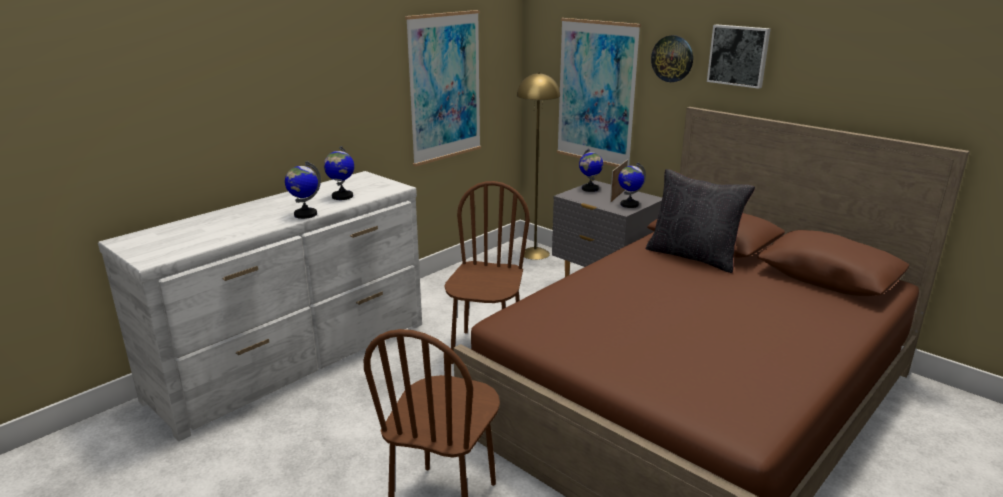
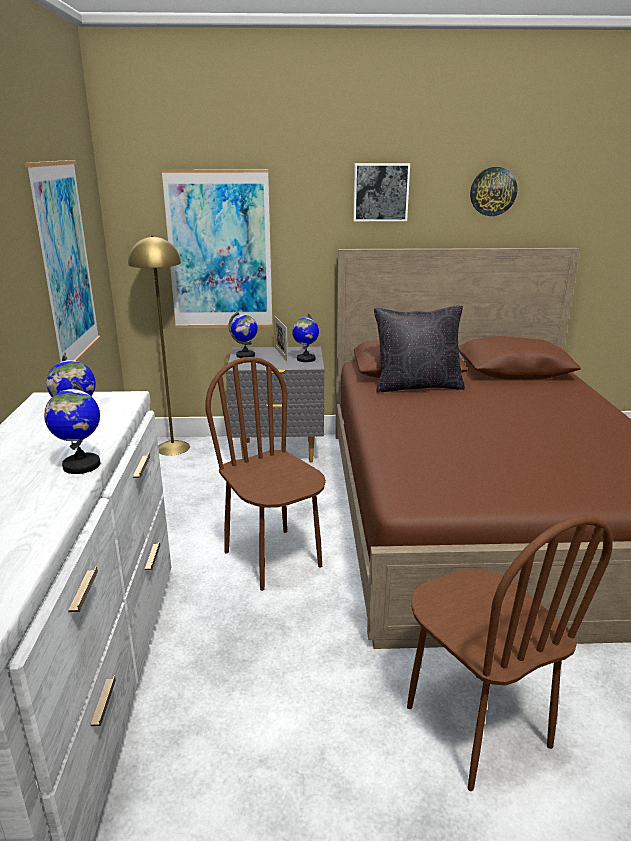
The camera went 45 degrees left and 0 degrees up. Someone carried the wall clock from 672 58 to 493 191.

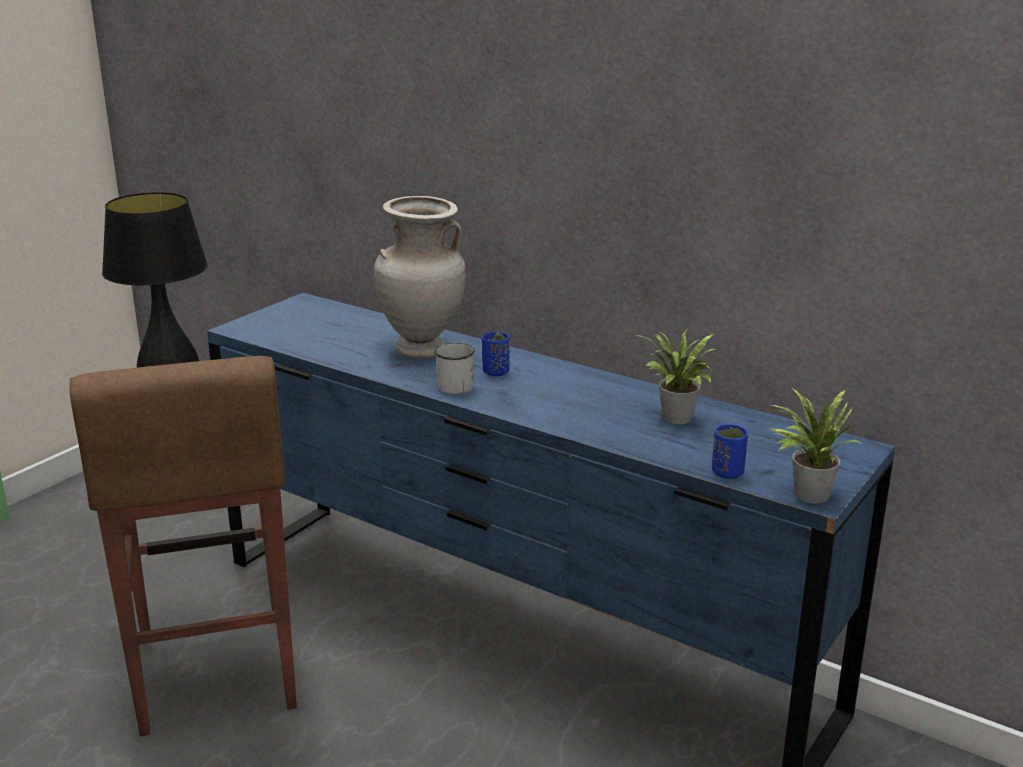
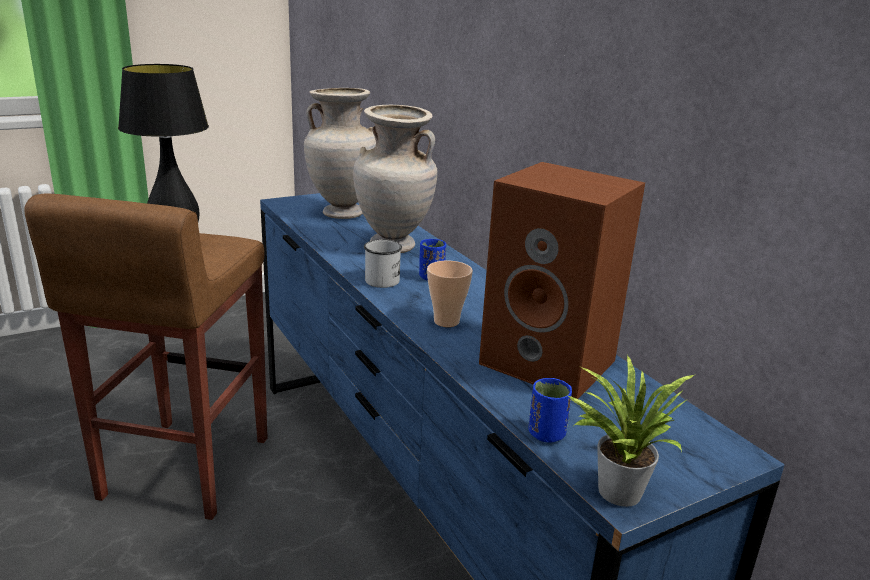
The camera went 25 degrees right and 0 degrees up. Someone swapped the plant in a pot at 677 419 for the brown speaker at 551 362. Someone put down the beige-coloured decorative vase at 342 214. Someone put down the drinking cup at 446 321.

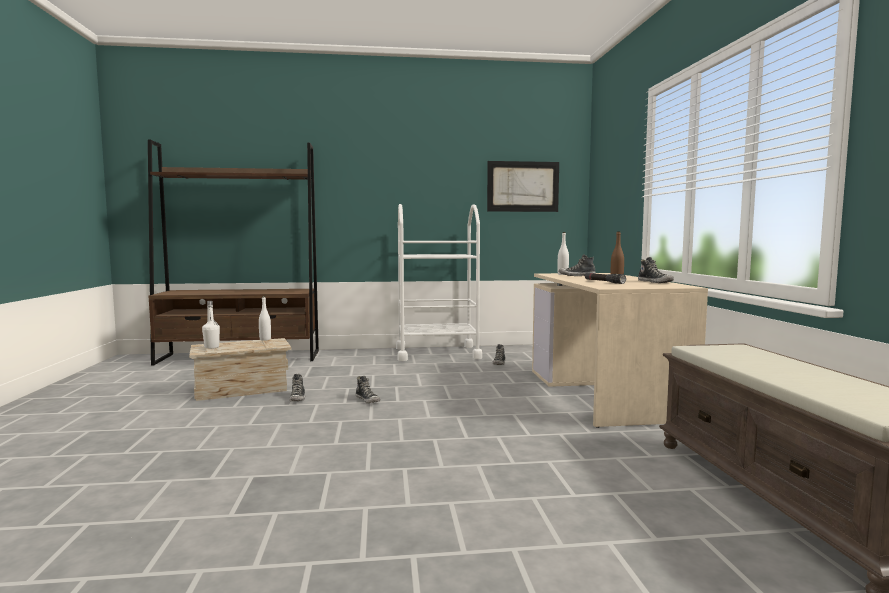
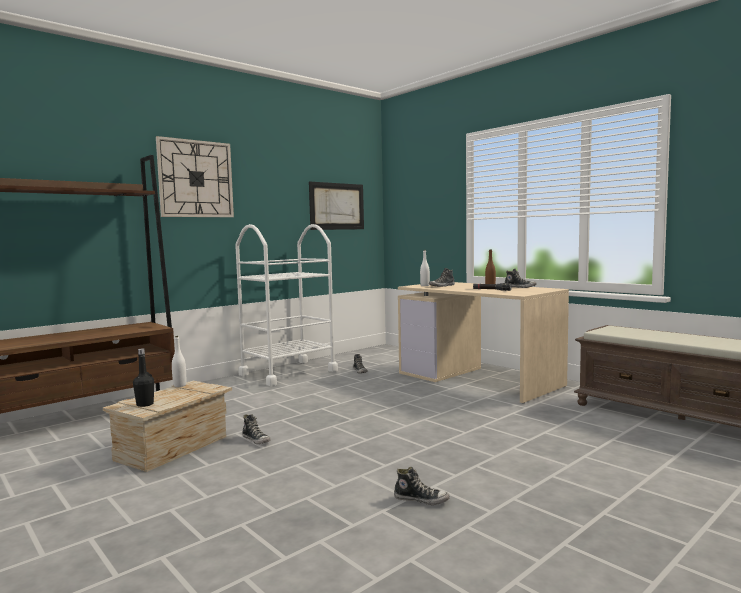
The camera went 35 degrees left and 0 degrees up. Someone repainted the white bottle at 211 347, which became the black bottle at 145 404. Someone carried the shoe from 368 400 to 421 500. Someone put up the wall clock at 196 179.

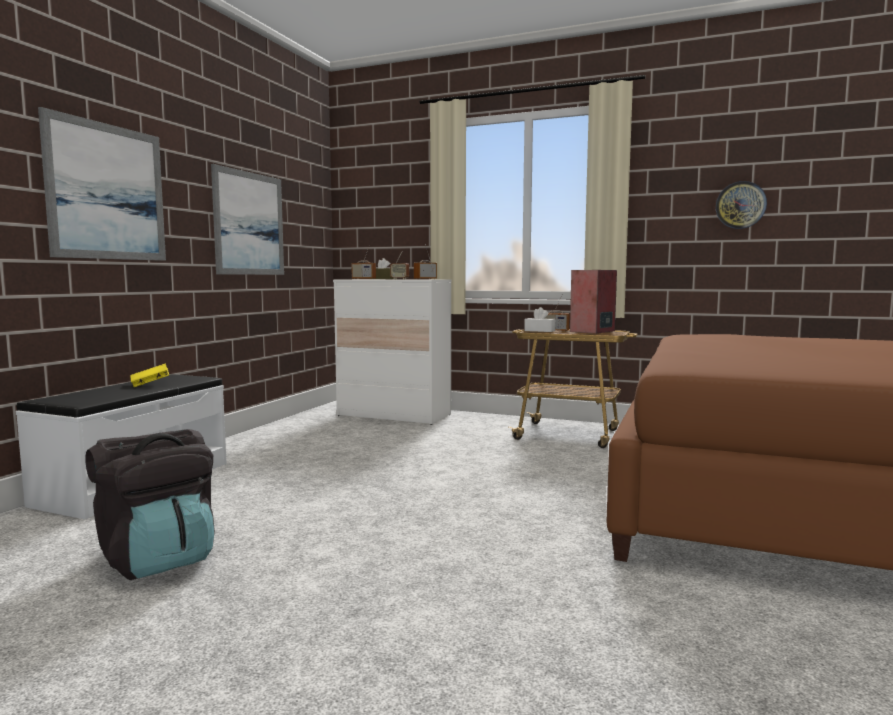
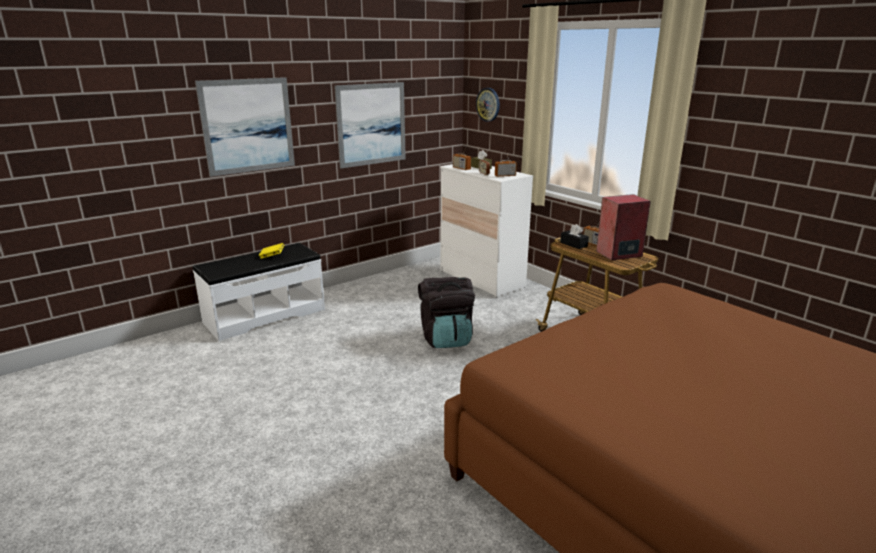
The camera went 30 degrees right and 15 degrees up. Someone carried the black knapsack from 158 559 to 446 339. Someone repainted the white tissue holder at 539 331, which became the black tissue holder at 573 244. Someone carried the wall clock from 740 205 to 488 104.

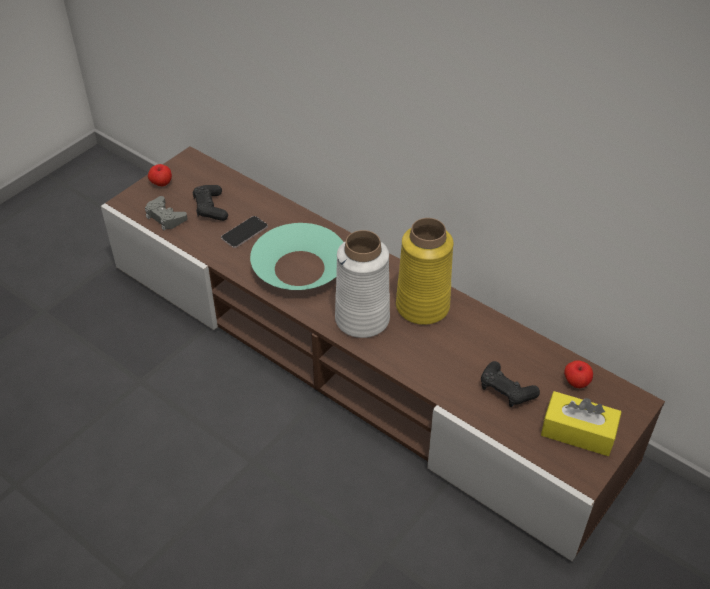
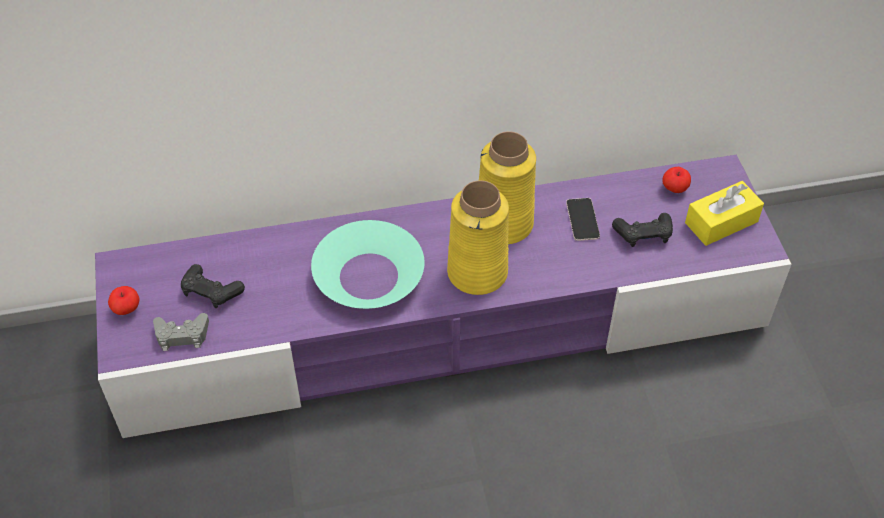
The camera went 50 degrees left and 5 degrees up. Someone repainted the brown tv unit at 356 359, which became the purple-coloured tv unit at 443 324. Someone carried the phone from 244 232 to 582 220. Someone repainted the white decorative vase at 362 319, which became the yellow decorative vase at 477 272.

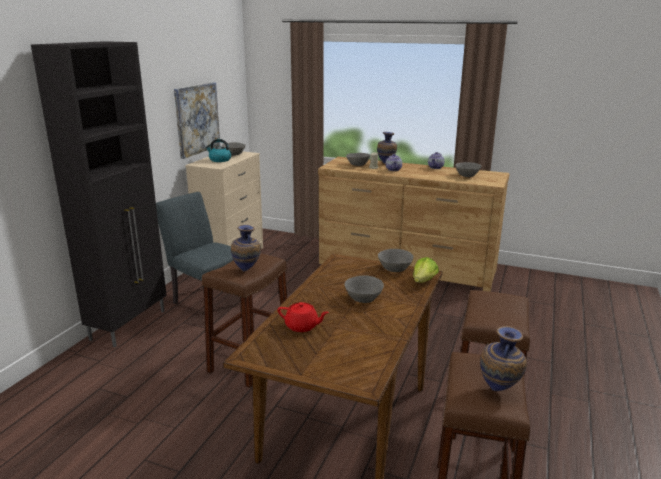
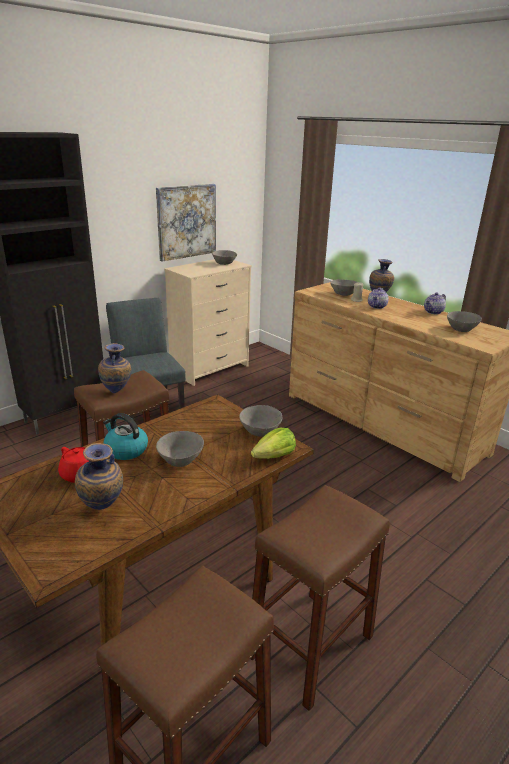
The camera went 25 degrees right and 5 degrees up. Someone carried the tea kettle from 219 160 to 125 450. Someone carried the decorative vase from 499 391 to 102 510.

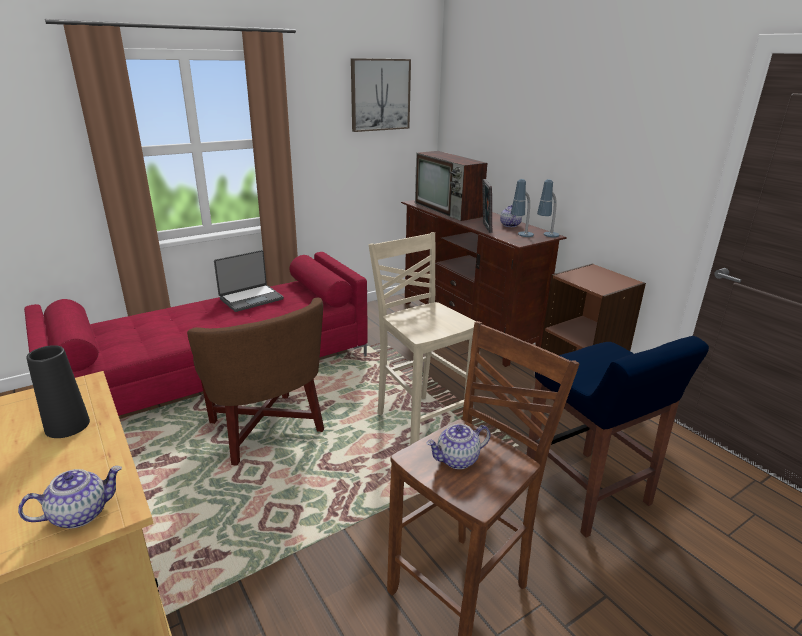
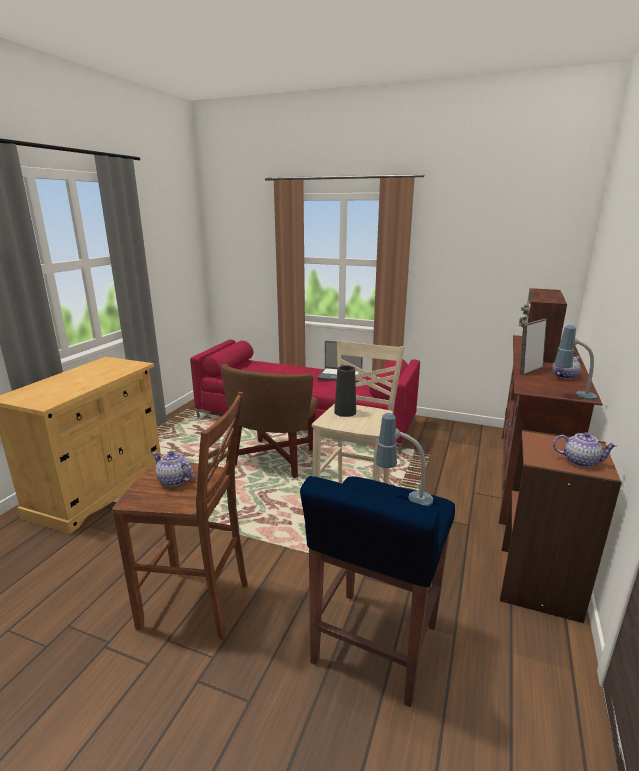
The camera went 55 degrees right and 5 degrees down. Someone carried the tea pot from 80 513 to 580 461. Someone carried the black decorative vase from 67 425 to 345 412. Someone took away the wall picture at 380 95. Someone carried the lamp for a table from 520 237 to 403 499.

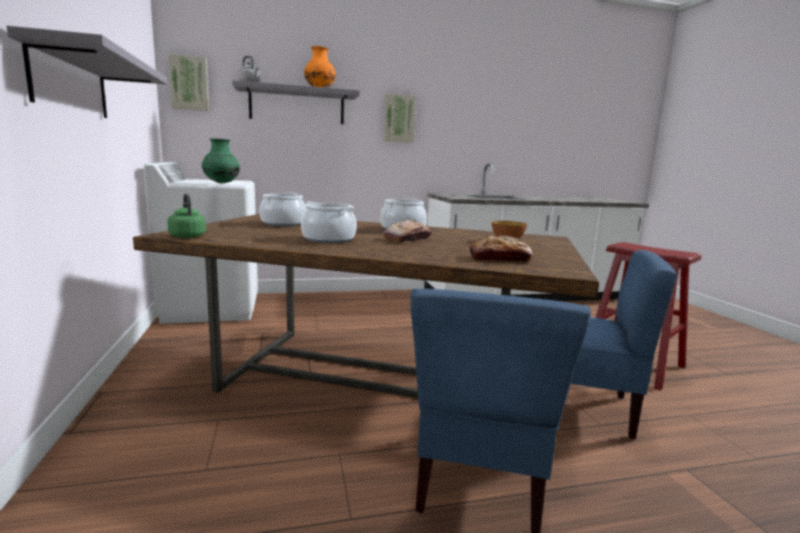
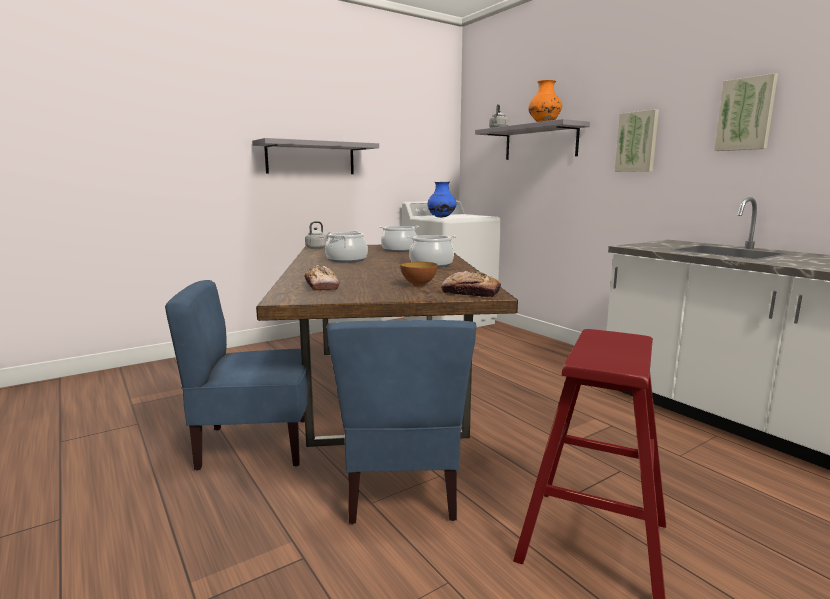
The camera went 70 degrees right and 0 degrees up. Someone repainted the greenish tea kettle at 187 236, which became the grey tea kettle at 317 248. Someone carried the wall picture from 189 83 to 746 114. Someone repainted the greenish decorative vase at 221 183, which became the bluish decorative vase at 441 217. Someone carried the bakery bread from 407 239 to 470 293.

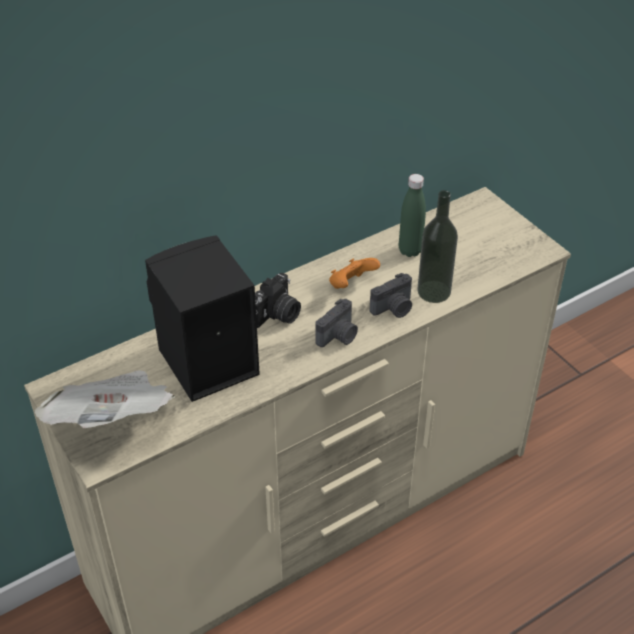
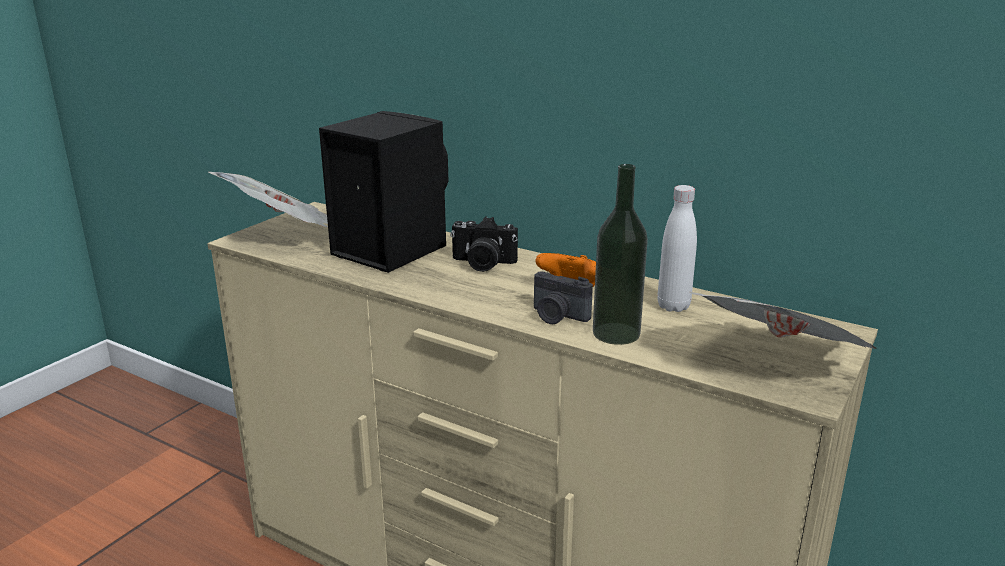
The camera went 65 degrees right and 20 degrees down. Someone took away the still camera at 339 336. Someone repainted the greenish bottle at 410 250, which became the white bottle at 673 306. Someone put down the daily paper at 779 364.

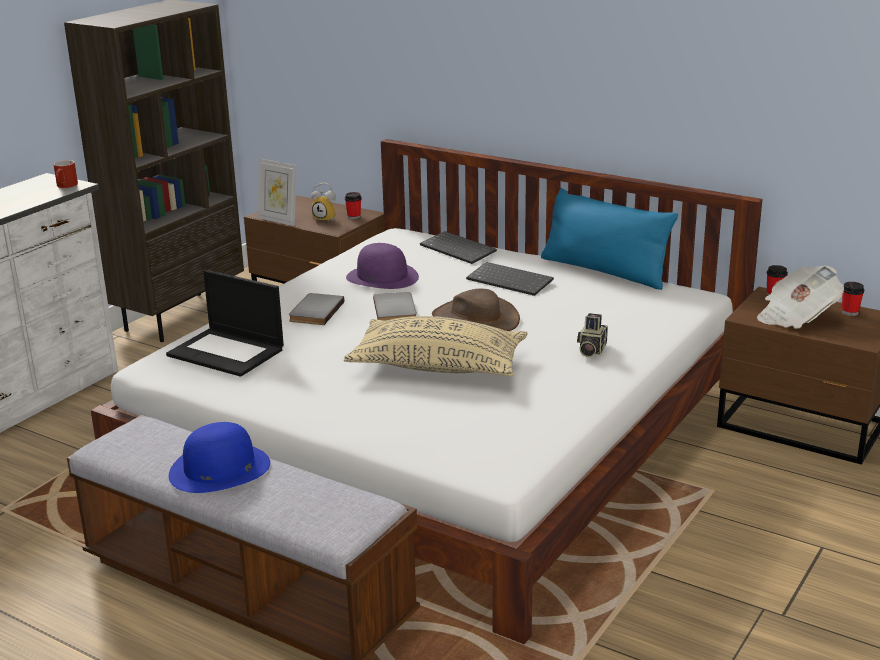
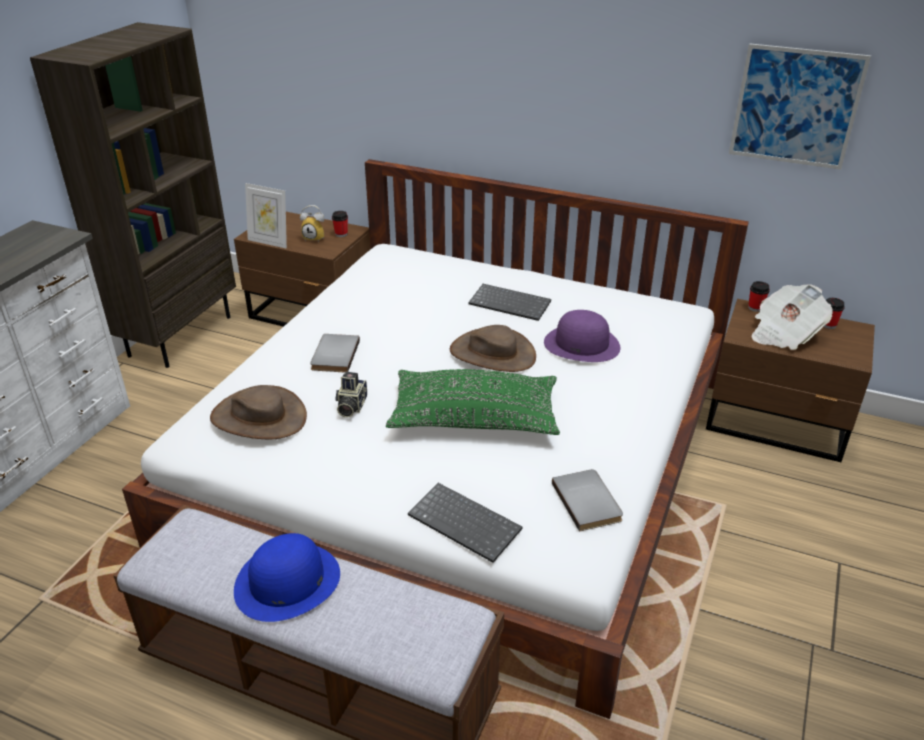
The camera went 10 degrees left and 10 degrees up. Someone took away the reddish tea mug at 66 186. Someone swapped the portable computer at 227 352 for the brown hat at 259 417. Someone repainted the beige-coloured throw pillow at 438 366, which became the greenish throw pillow at 474 418. Someone carried the purple-coloured hat from 382 277 to 582 344. Someone carried the grey volume from 397 310 to 589 501. Someone carried the PC keyboard from 459 249 to 466 523. Someone took away the bluish throw pillow at 604 271. Someone carried the still camera from 590 350 to 350 406. Someone put up the wall picture at 796 107.

